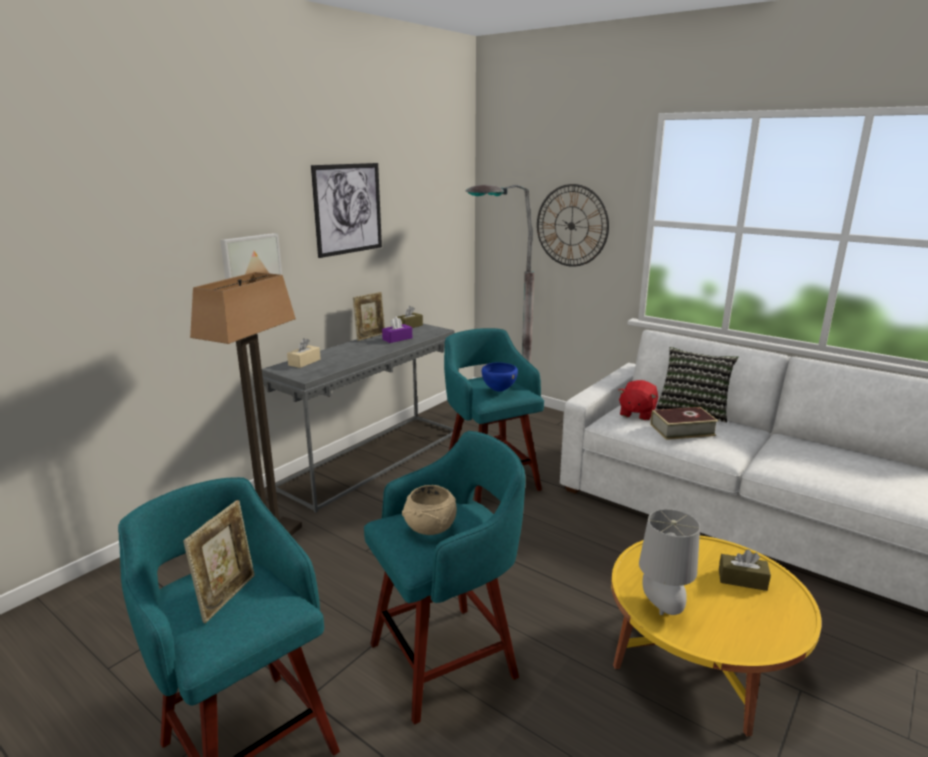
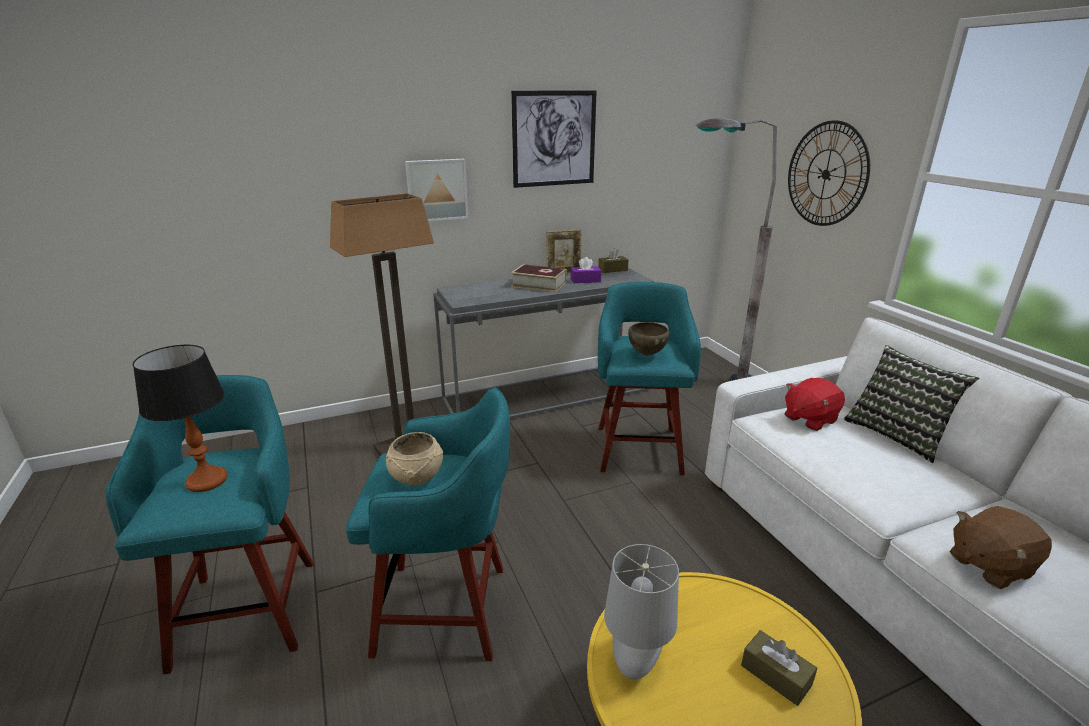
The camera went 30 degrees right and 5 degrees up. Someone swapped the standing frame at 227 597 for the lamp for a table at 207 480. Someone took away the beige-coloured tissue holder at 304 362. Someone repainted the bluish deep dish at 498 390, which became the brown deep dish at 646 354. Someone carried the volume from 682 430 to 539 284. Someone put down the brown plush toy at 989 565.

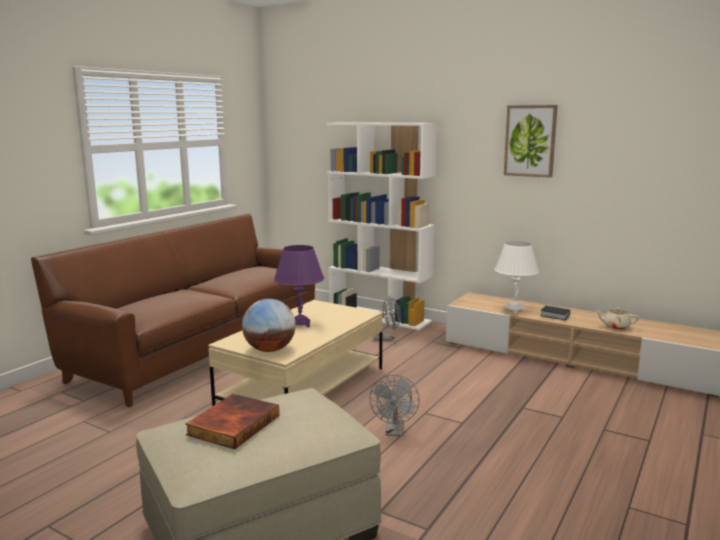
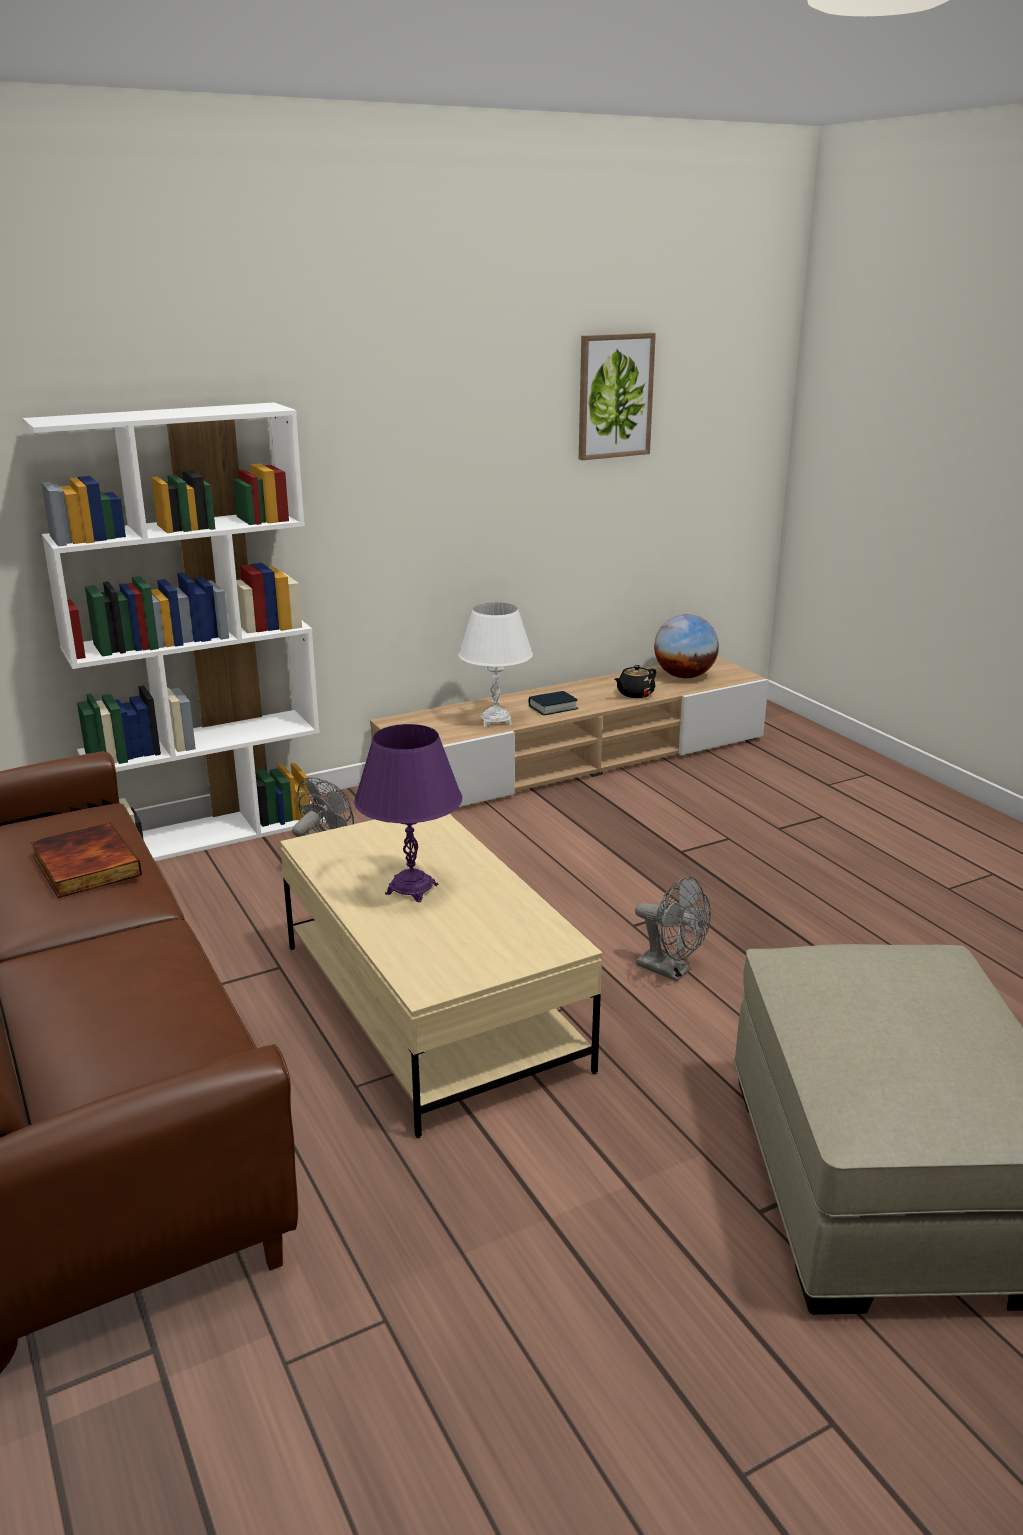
The camera went 60 degrees left and 10 degrees up. Someone carried the volume from 233 424 to 83 865. Someone carried the desk globe from 270 350 to 684 676. Someone carried the wall picture from 530 141 to 614 396. Someone repainted the beige-coloured tea pot at 615 327, which became the black tea pot at 634 694.

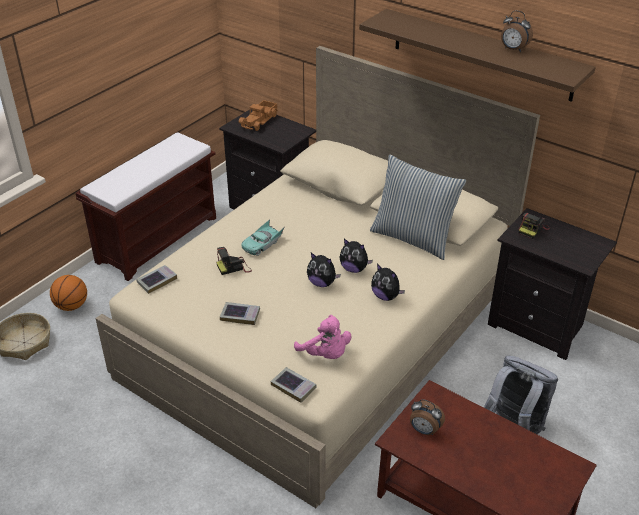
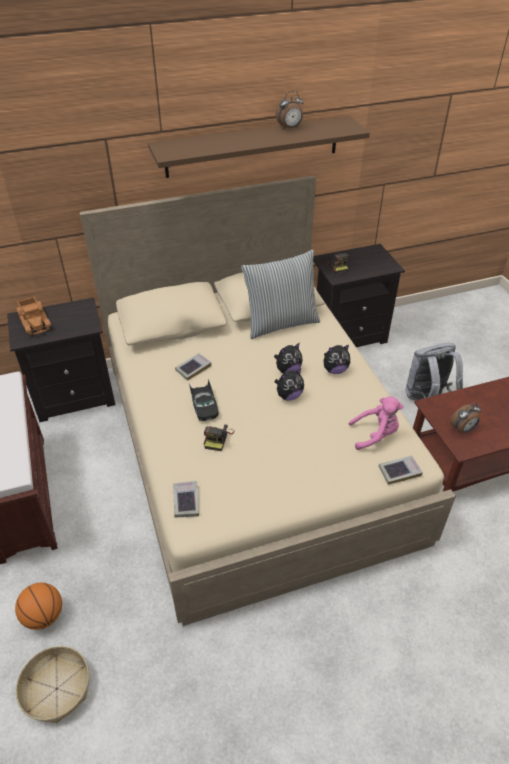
The camera went 55 degrees left and 5 degrees up. Someone carried the volume from 240 315 to 193 368. Someone repainted the turquoise toy car at 262 244, which became the black toy car at 204 406.

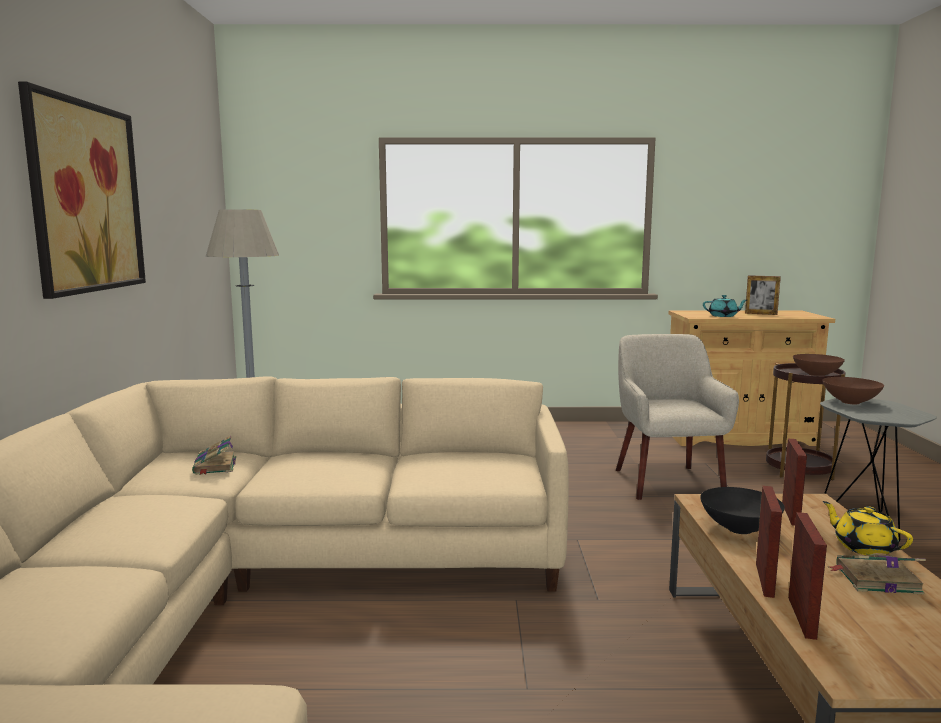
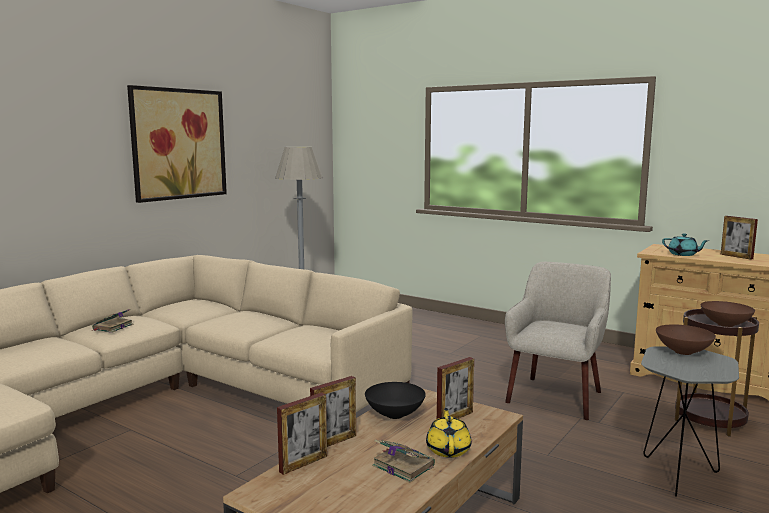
The camera went 35 degrees right and 0 degrees up. Someone carried the volume from 215 466 to 112 327.

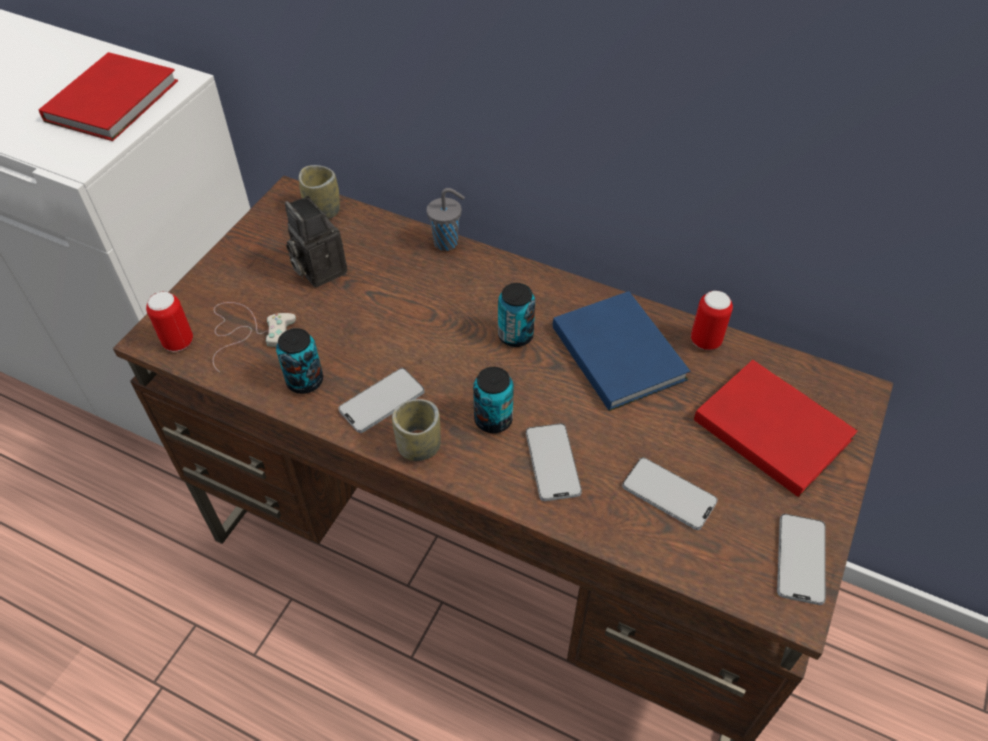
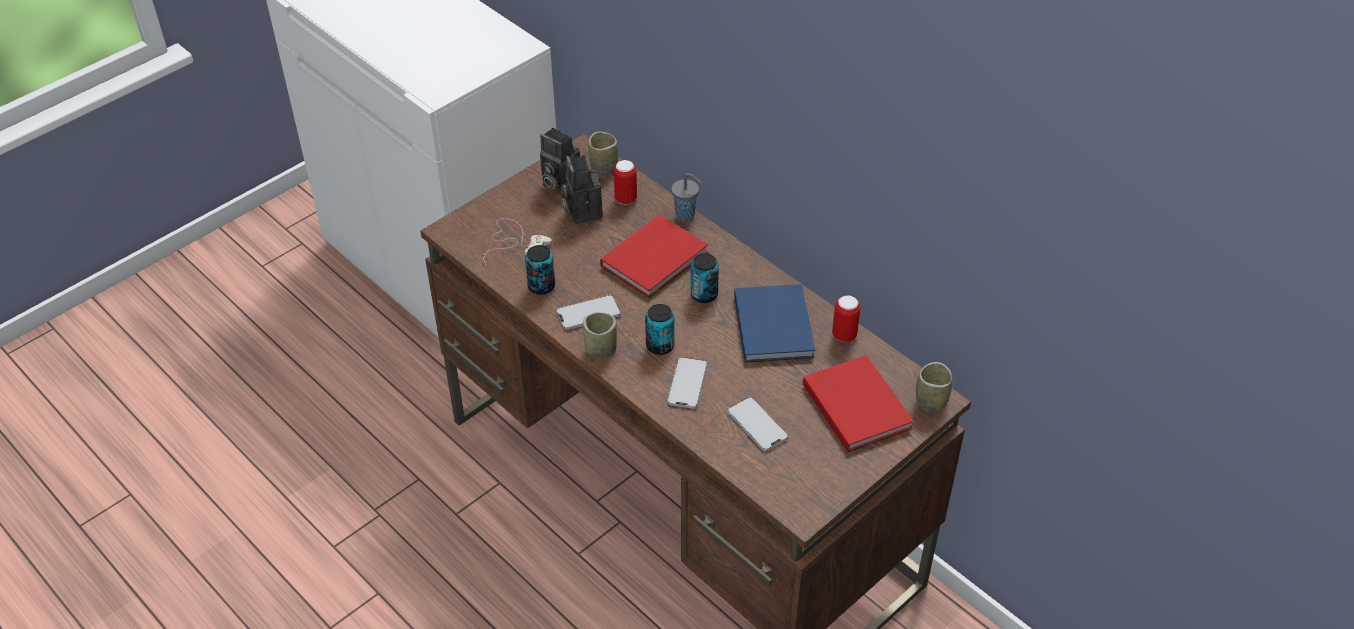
The camera went 20 degrees right and 5 degrees down. Someone carried the reddish volume from 116 99 to 657 259. Someone carried the can from 178 342 to 625 199. Someone took away the phone at 800 559. Someone put down the still camera at 559 183. Someone put down the drinking cup at 931 401.

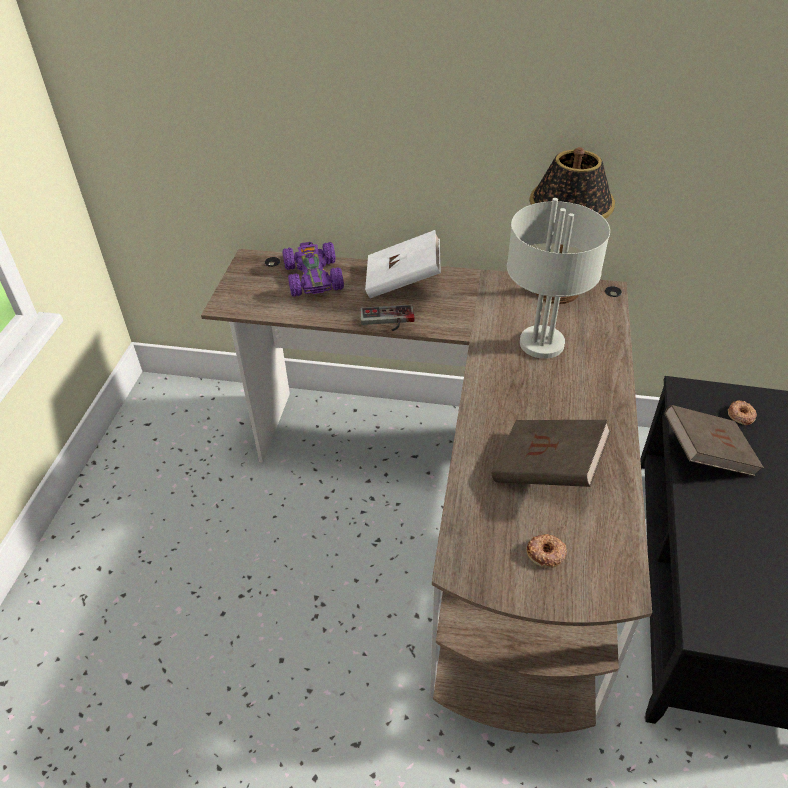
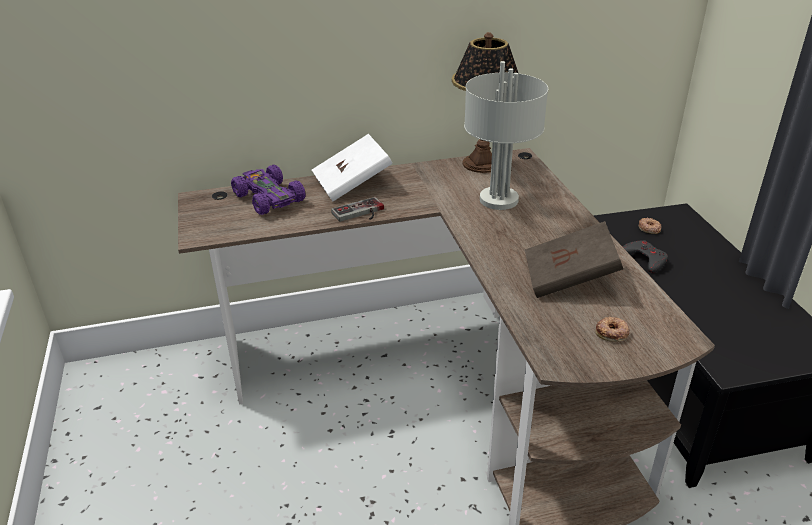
The camera went 25 degrees left and 10 degrees down. Someone swapped the brown volume at 706 454 for the grey joypad at 644 259.

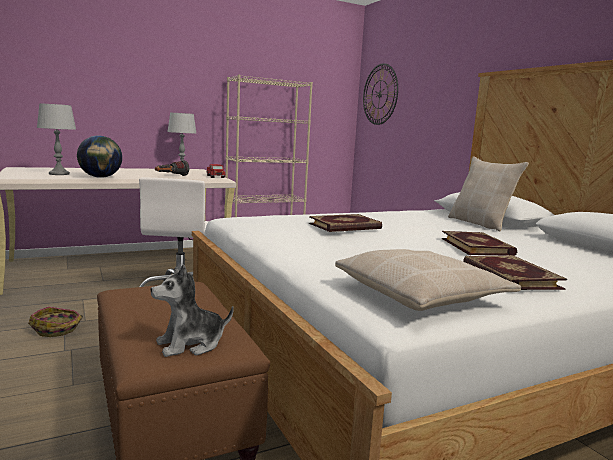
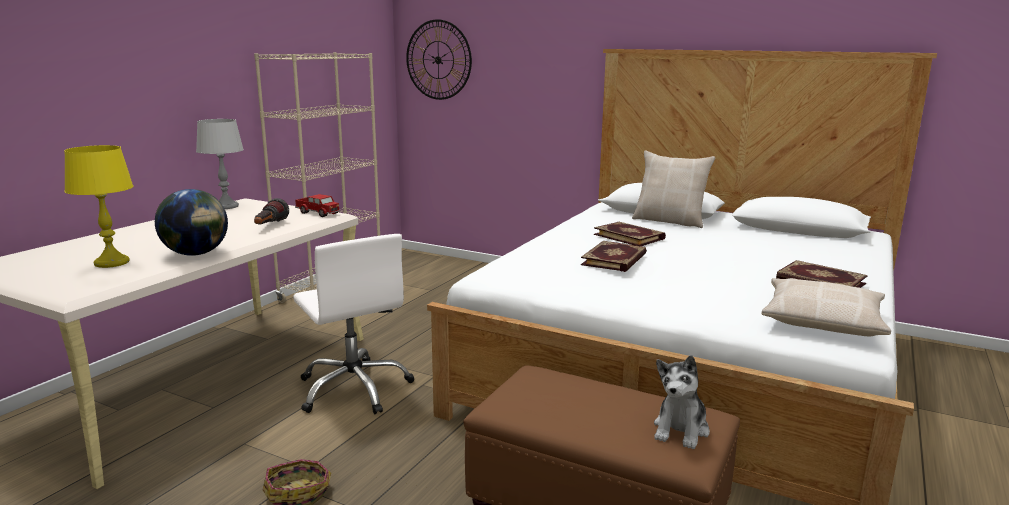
The camera went 35 degrees left and 5 degrees up. Someone repainted the grey lamp for a table at 59 174, which became the yellow lamp for a table at 111 263. Someone carried the volume from 477 246 to 629 236.

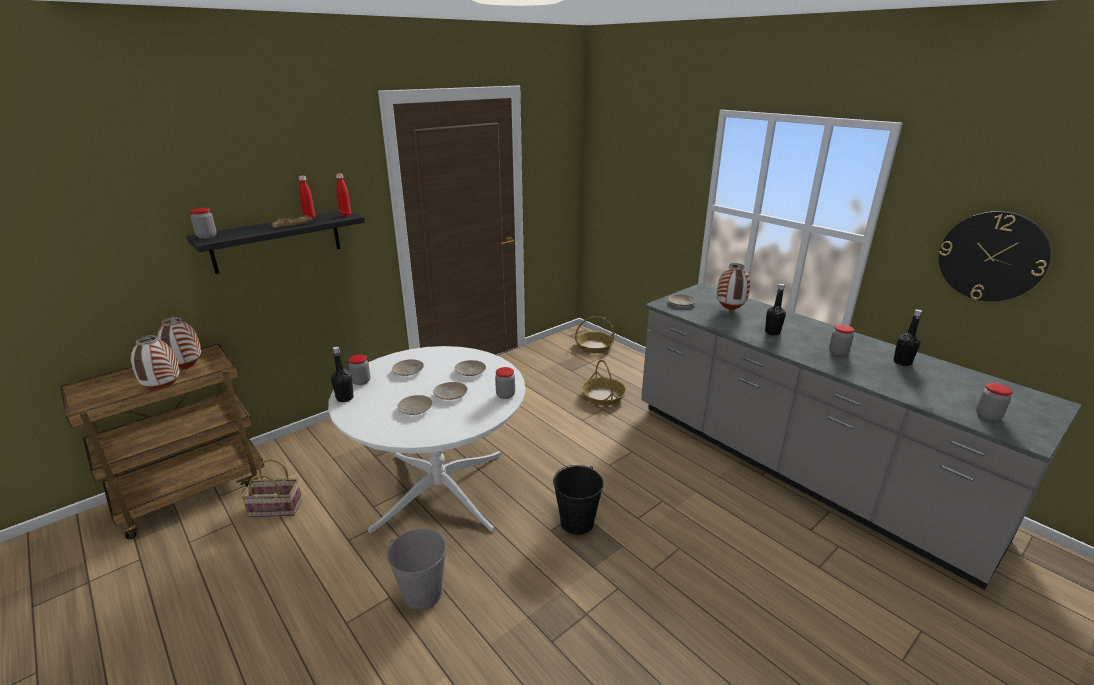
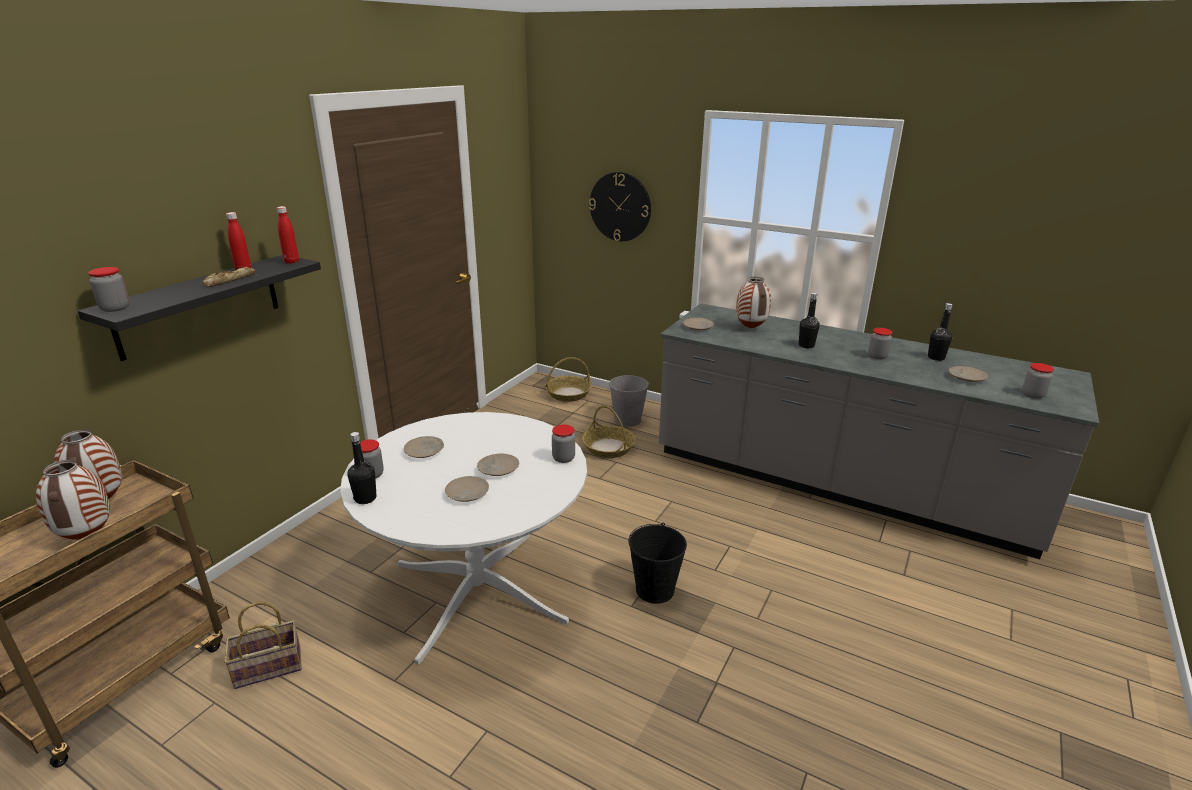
The camera went 20 degrees left and 0 degrees up. Someone carried the grey bucket from 423 593 to 627 420. Someone carried the beige-coloured flat dish from 470 371 to 966 378. Someone carried the wall clock from 992 256 to 620 206.

